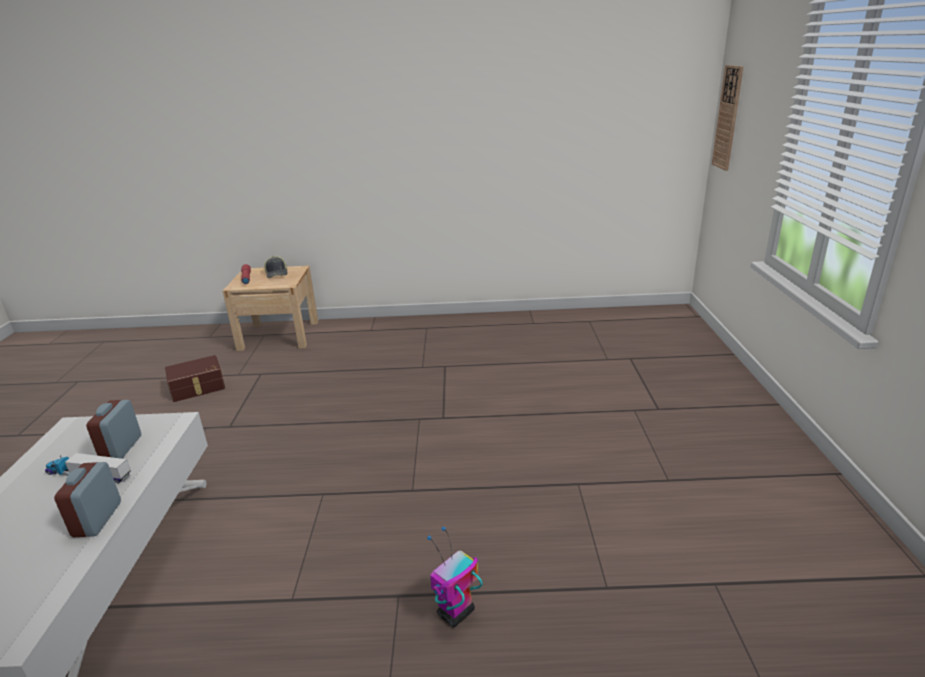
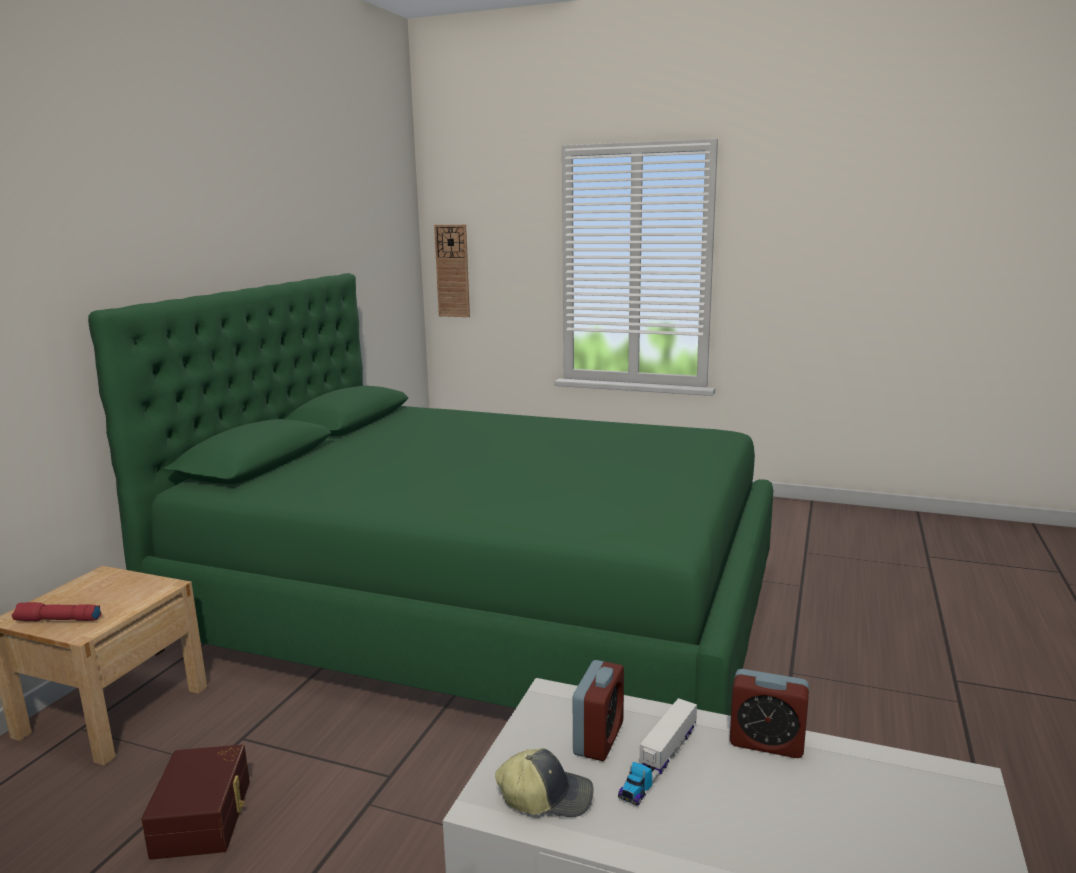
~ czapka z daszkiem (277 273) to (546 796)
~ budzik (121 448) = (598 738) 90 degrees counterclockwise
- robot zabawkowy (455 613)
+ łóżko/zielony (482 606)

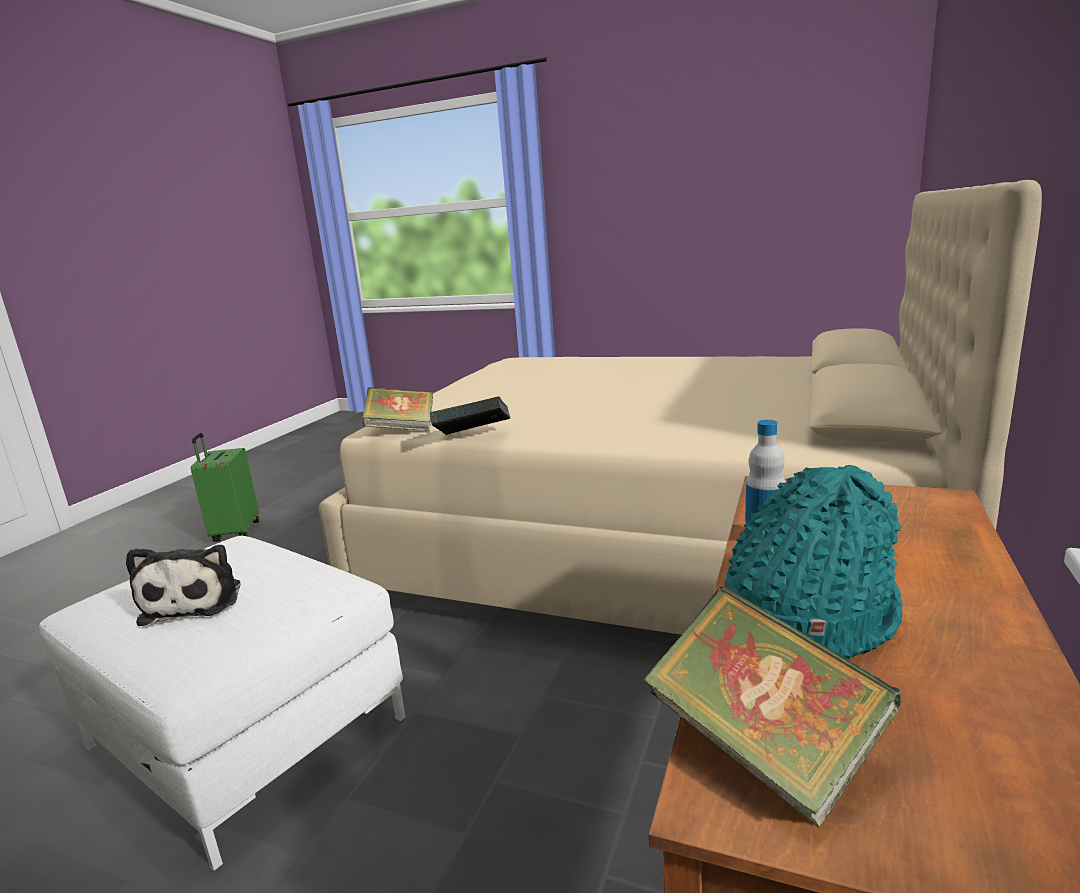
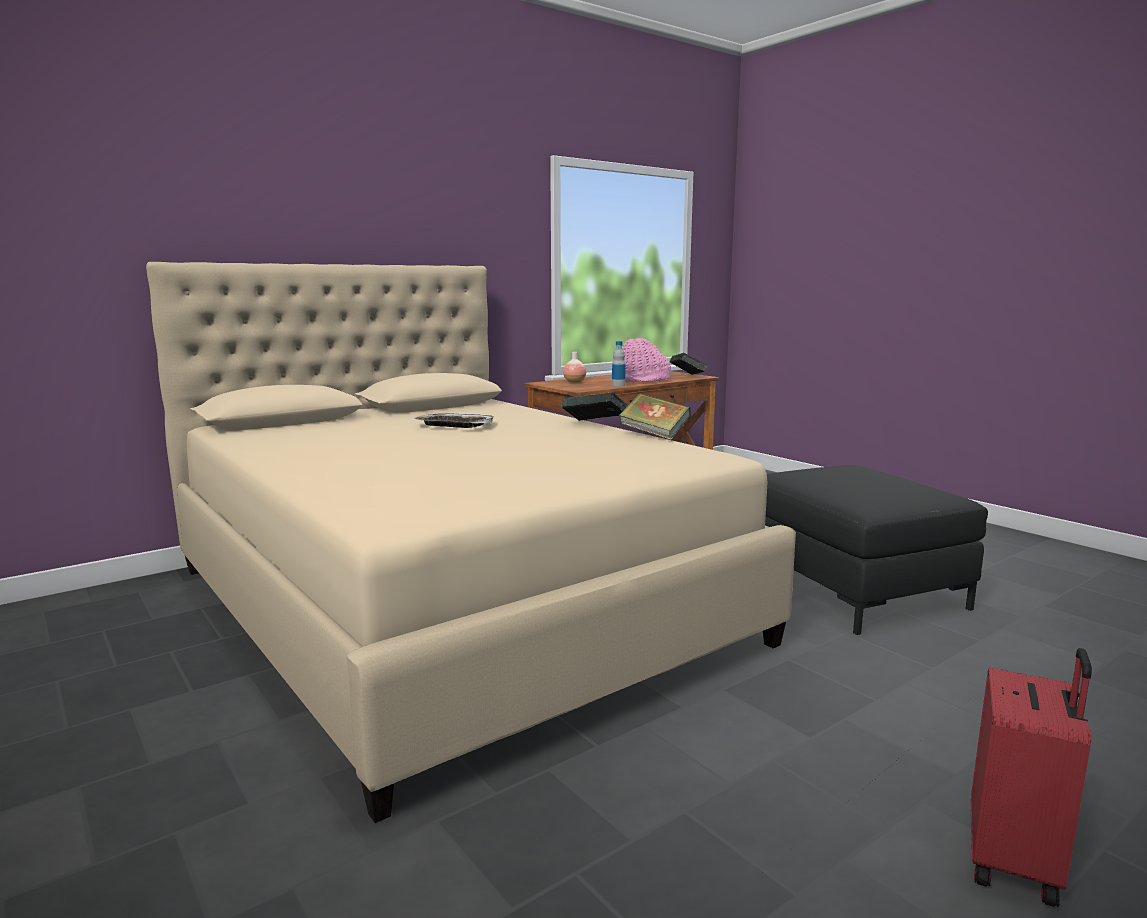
~ książka (402 429) to (595 424)
~ walizka/zielony (235 532) to walizka/czerwony (1015 861)
~ kapelusz/turkusowy (806 613) to kapelusz/różowy (643 380)
~ pufa/biały (244 732) to pufa/czarny (852 588)
- pluszak (195 600)
+ wazon (574 382)
+ taca (454 426)

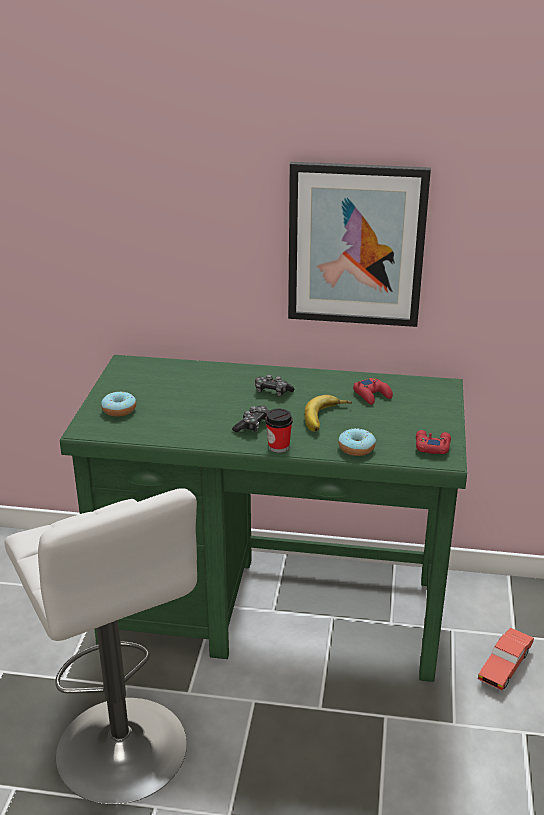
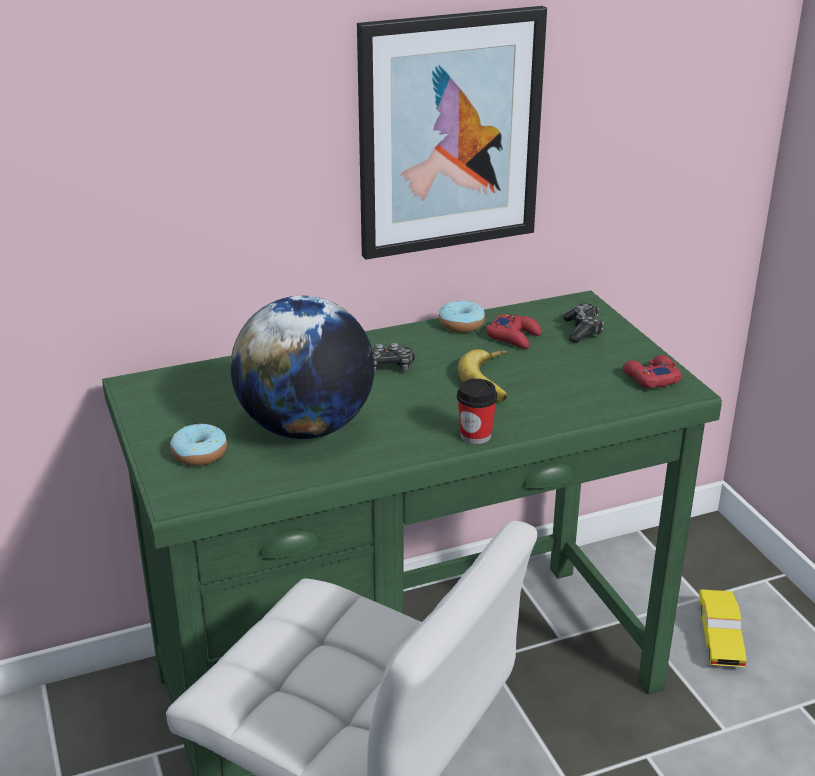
~ pad do gier (253 425) to (582 330)
~ donut (356 448) to (461 324)
~ samochodzik/czerwony (504 665) to samochodzik/żółty (719 637)
+ globus (306 427)

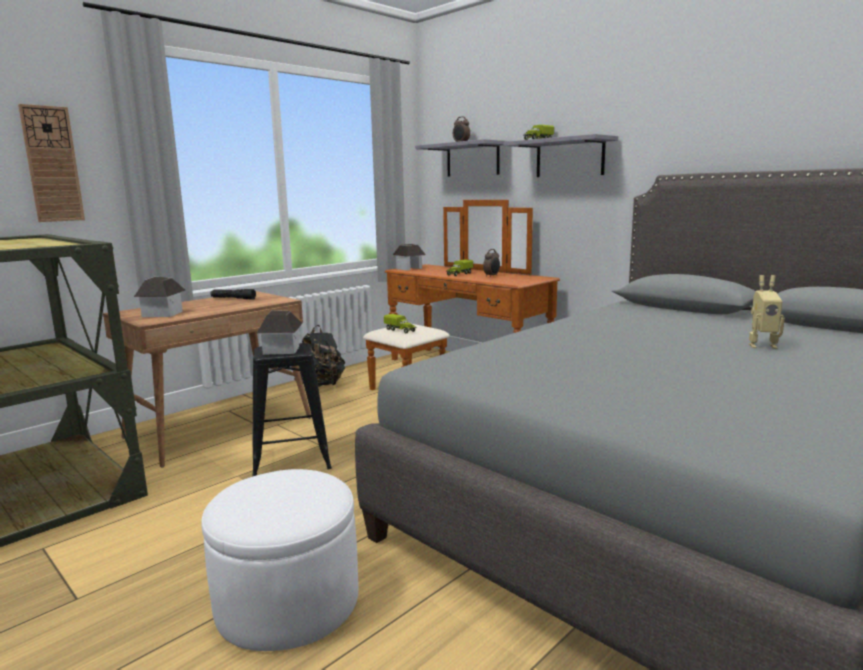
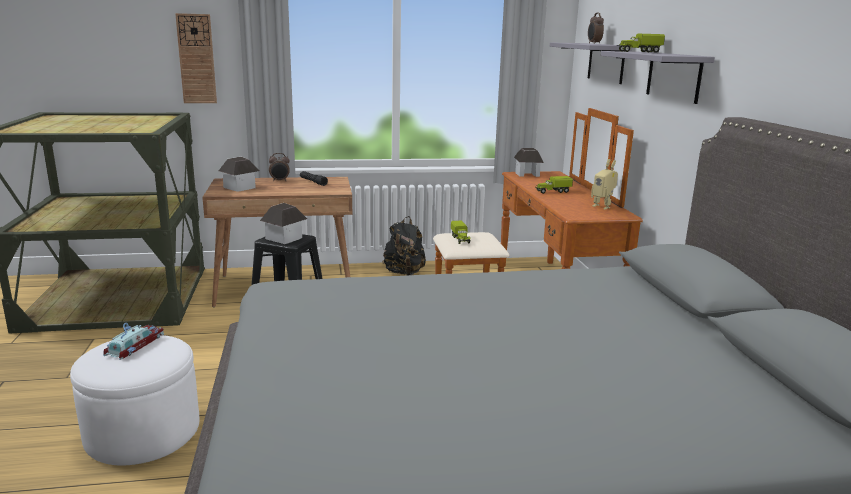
~ budzik (492 276) to (279 181)
~ robot zabawkowy (761 345) to (603 206)
+ samochodzik (133 346)

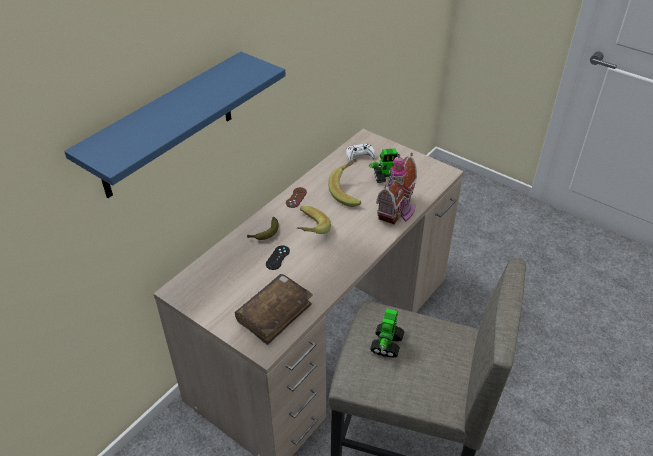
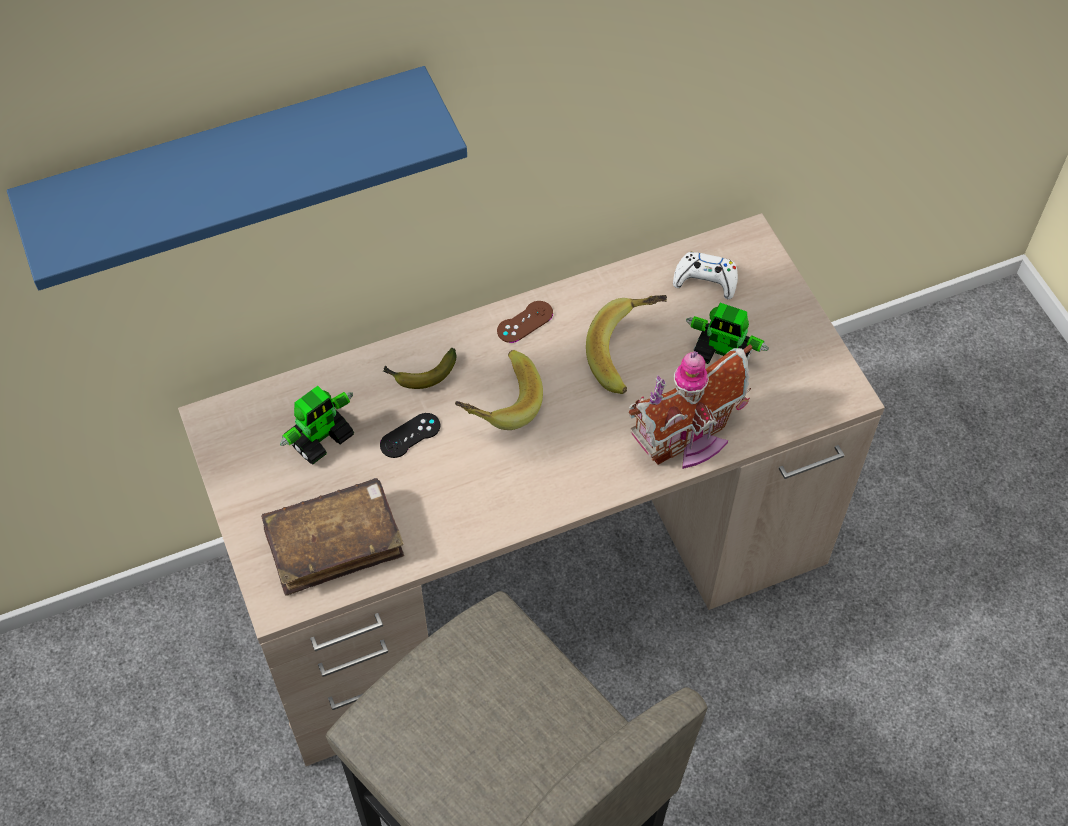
~ robot zabawkowy (387 343) to (321 438)

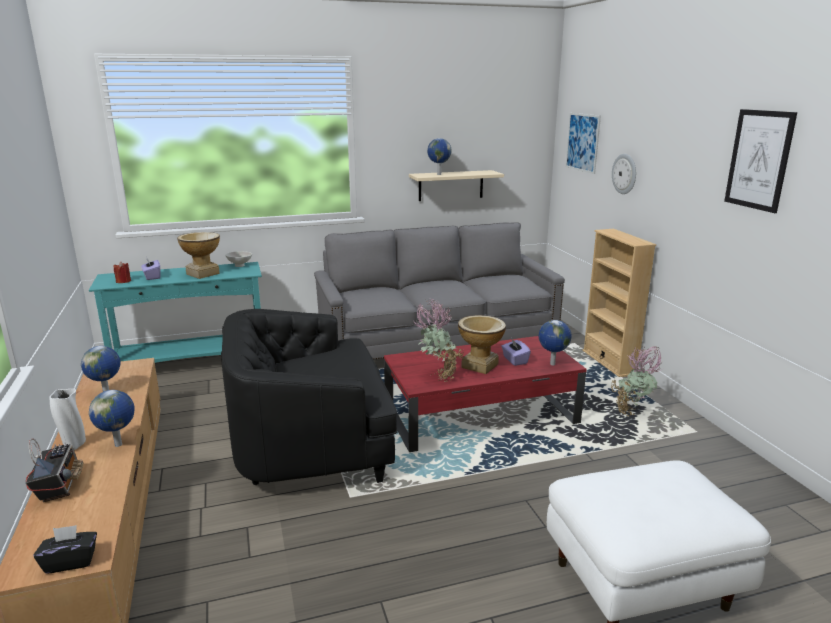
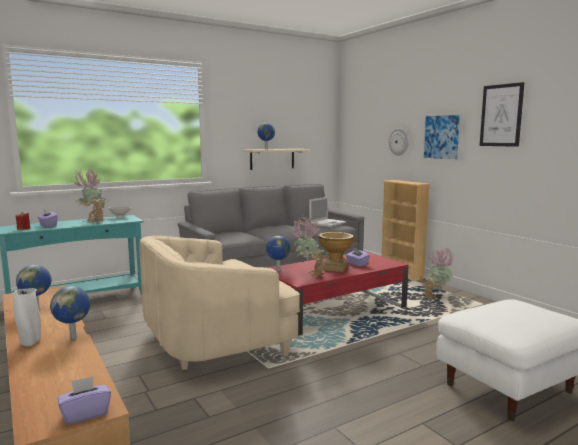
~ obraz (582 142) to (441 137)
~ wazon (203 274) to roślina doniczkowa (92 222)
~ fotel/czarny (311 444) to fotel/beżowy (215 340)
~ globus (552 364) to (277 270)
- radio (59 487)
~ pudełko chusteczek/czarny (70 561) to pudełko chusteczek/fioletowy (85 414)
+ laptop (328 223)

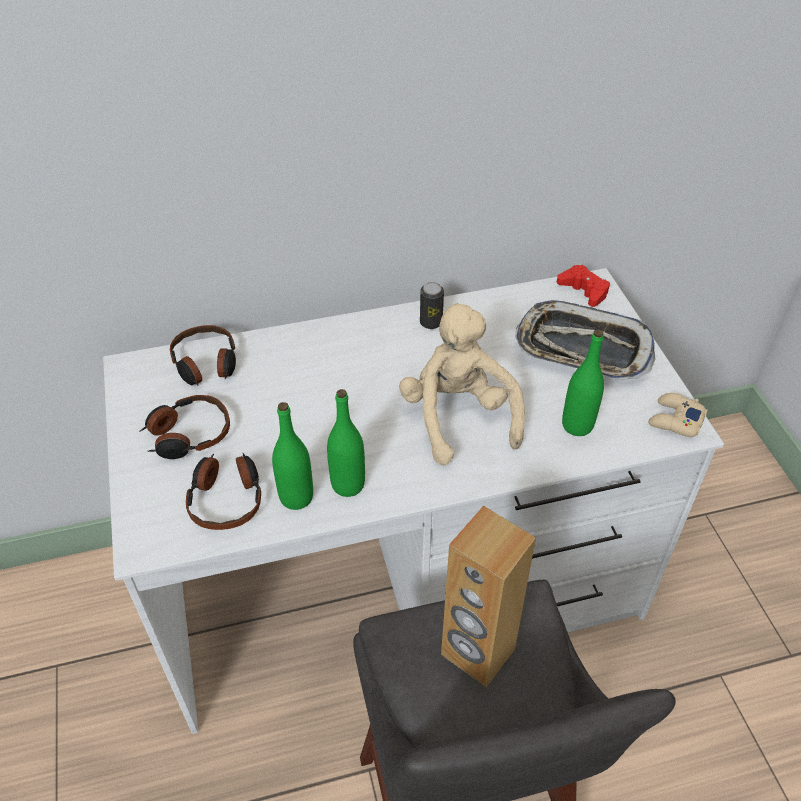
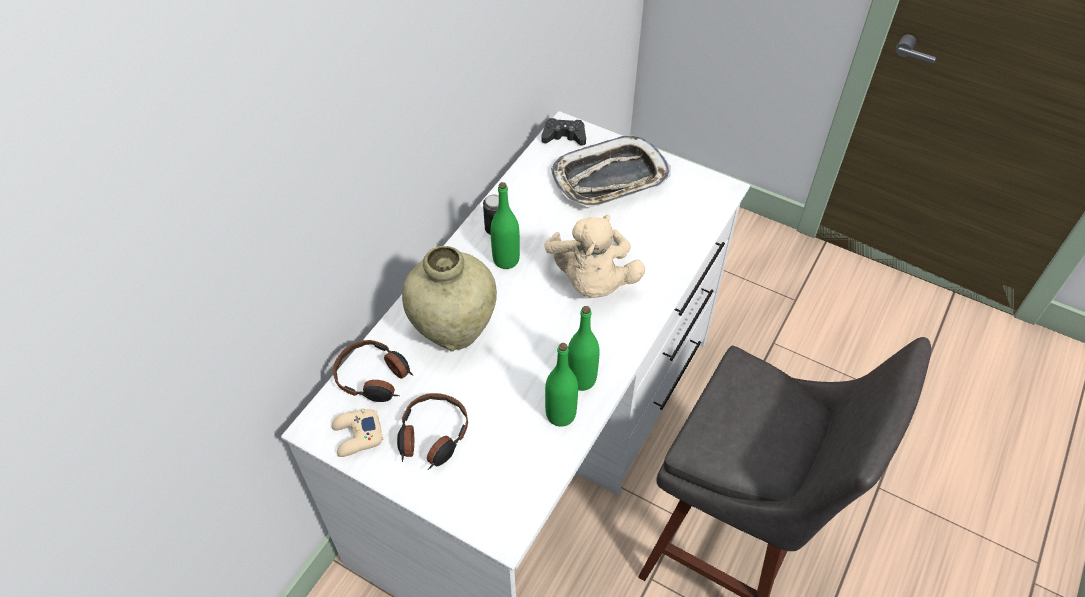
~ pad do gier/czerwony (584 290) to pad do gier/czarny (564 136)
~ pluszak/beżowy (458 417) = (592 281) 120 degrees counterclockwise
~ butelka/zielony (577 425) to (506 260)
~ pad do gier/beżowy (675 420) to (357 436)
- słuchawki (226 498)
- głośnik/brązowy (477 652)
+ wazon/beżowy (454 330)

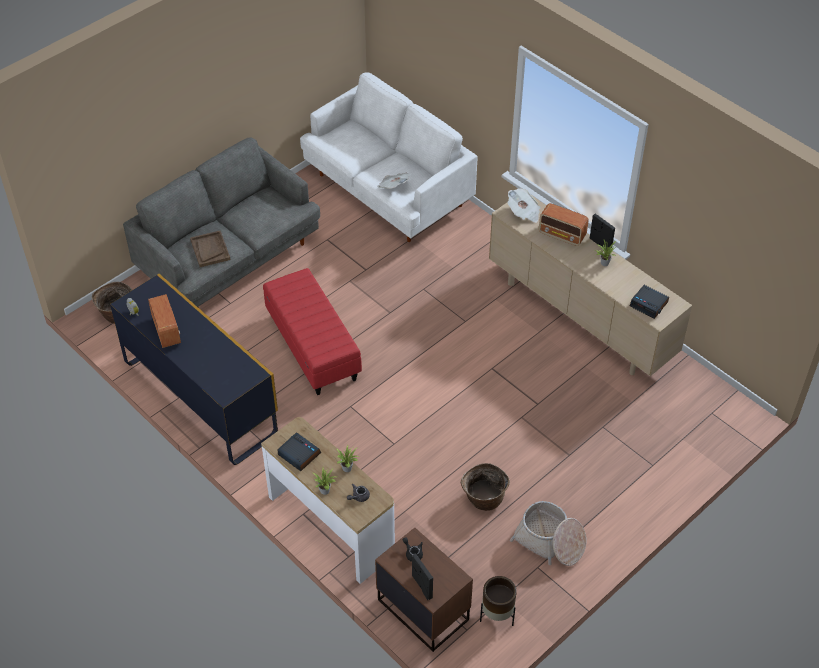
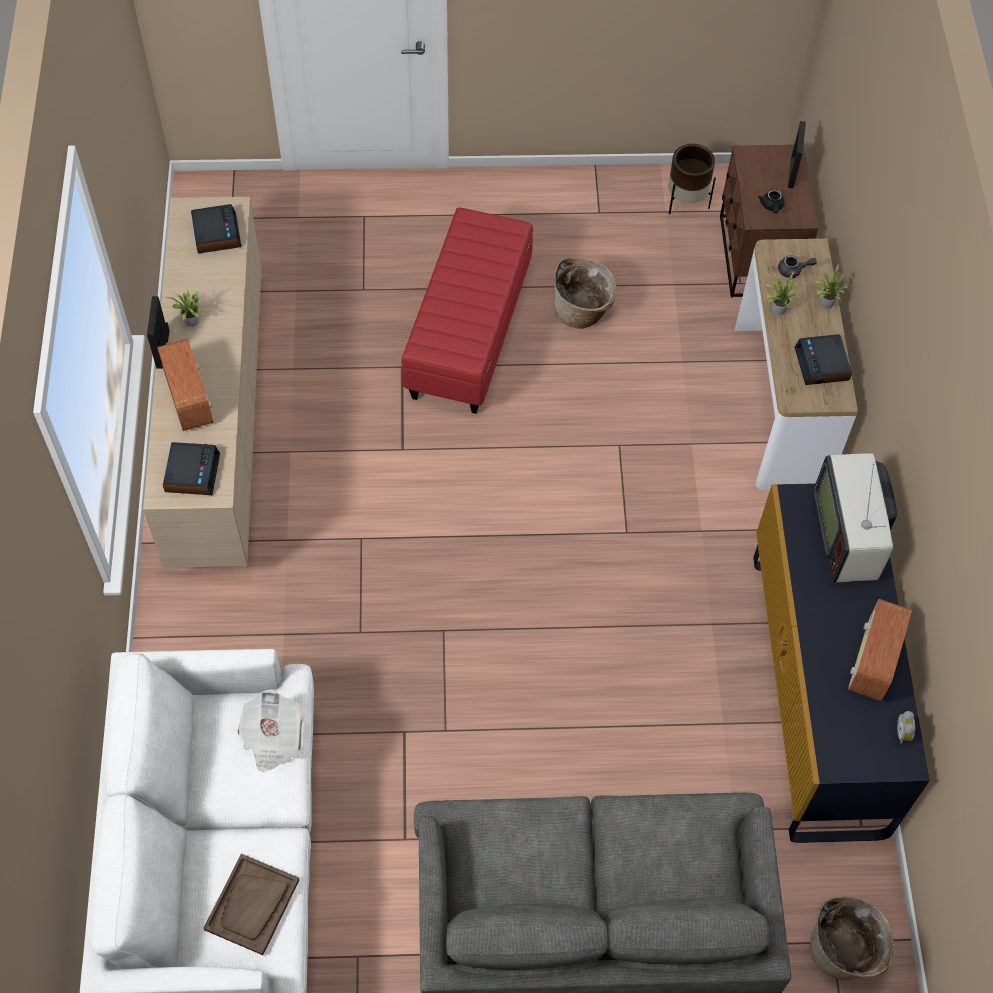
~ gazeta (523 212) to budzik (192 472)
~ taca/brązowy (210 250) to (252 905)
~ pufa/czerwony (312 348) to (470 335)
- koszyk (550 541)
+ telewizor (849 535)

